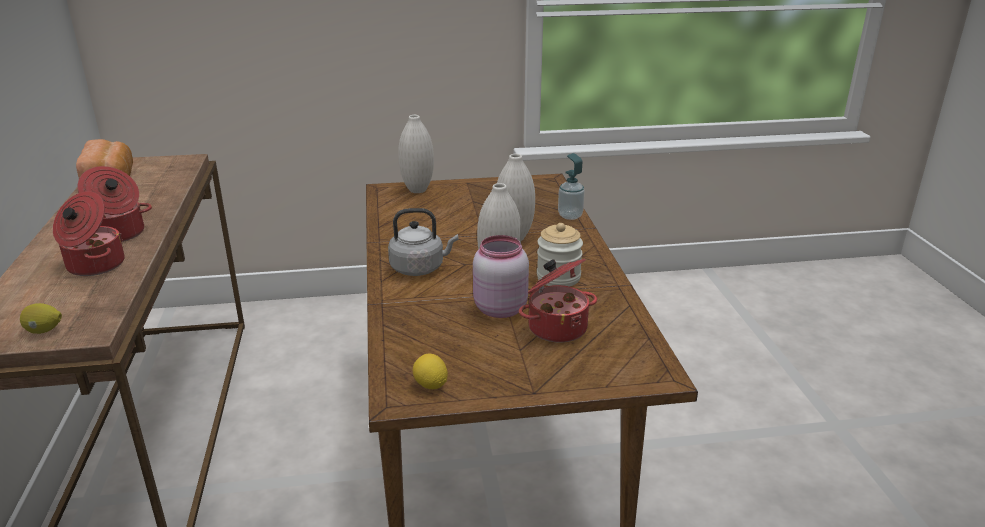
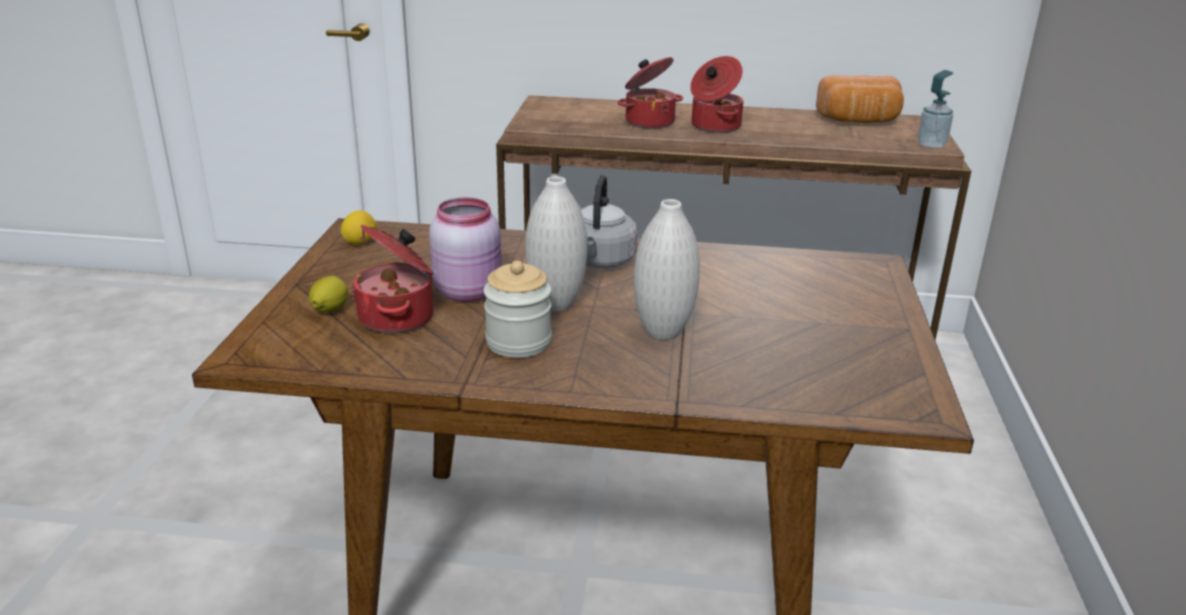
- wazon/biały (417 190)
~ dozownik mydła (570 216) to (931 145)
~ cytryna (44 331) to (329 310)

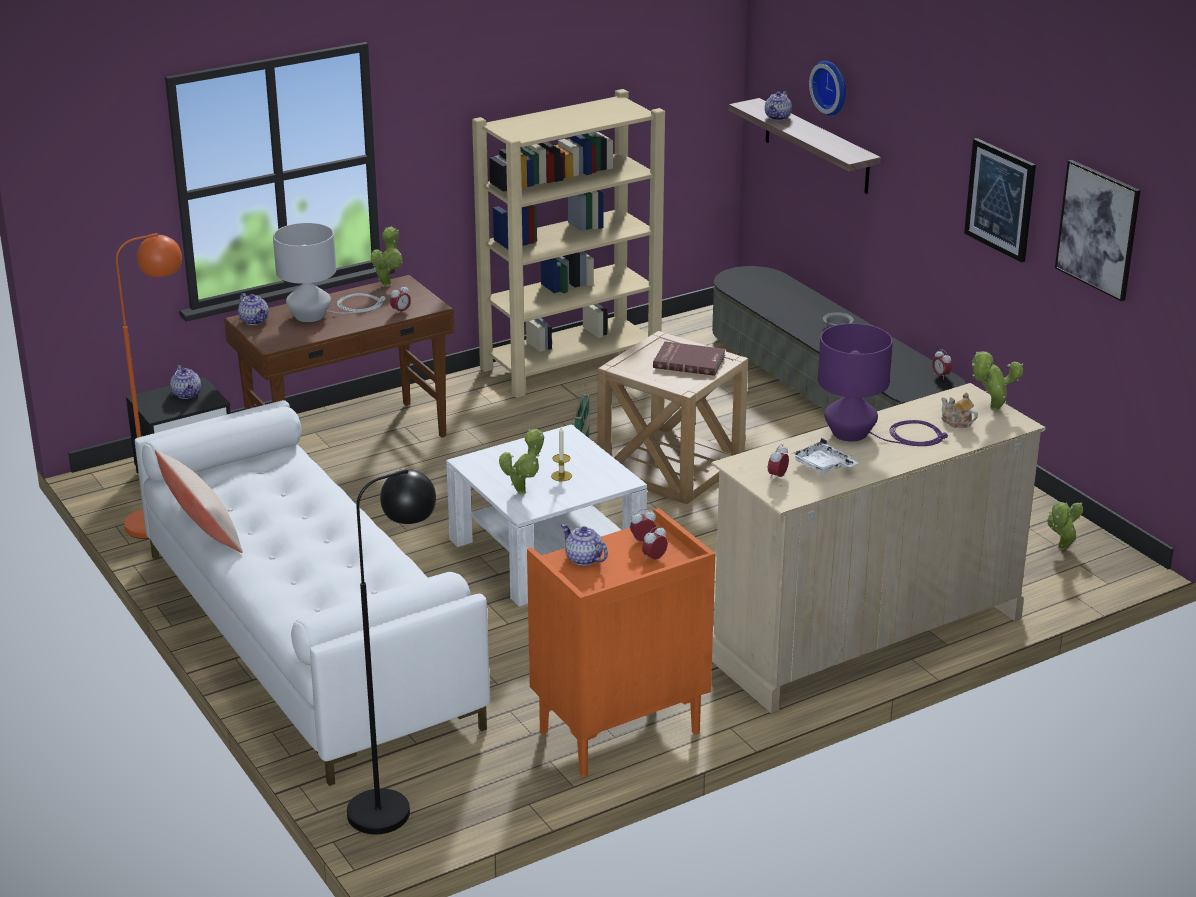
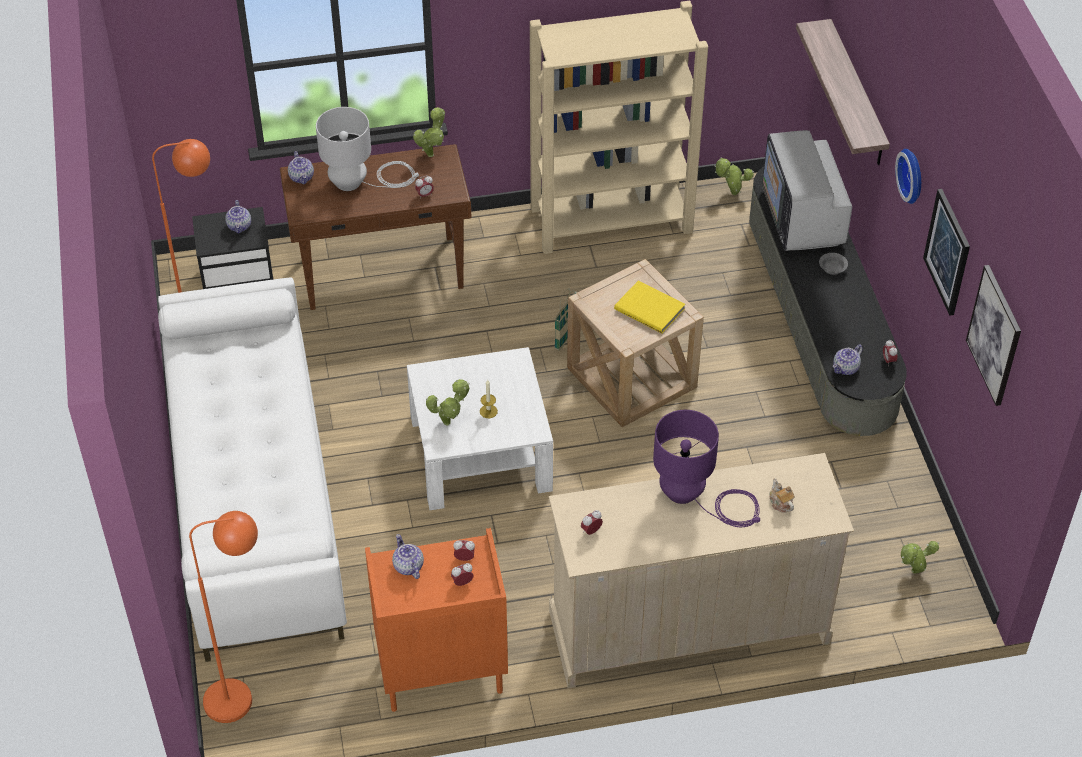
~ zegar ścienny (832 87) to (913 175)
~ imbryk (778 117) to (846 368)
~ książka/czerwony (689 361) to książka/żółty (650 308)
~ roślina doniczkowa (991 409) to (731 193)
- taca/biały (823 466)
- poduszka/beżowy (201 527)
~ lampa stojąca/czarny (396 807) to lampa stojąca/pomarańczowy (243 699)
+ telewizor (802 218)

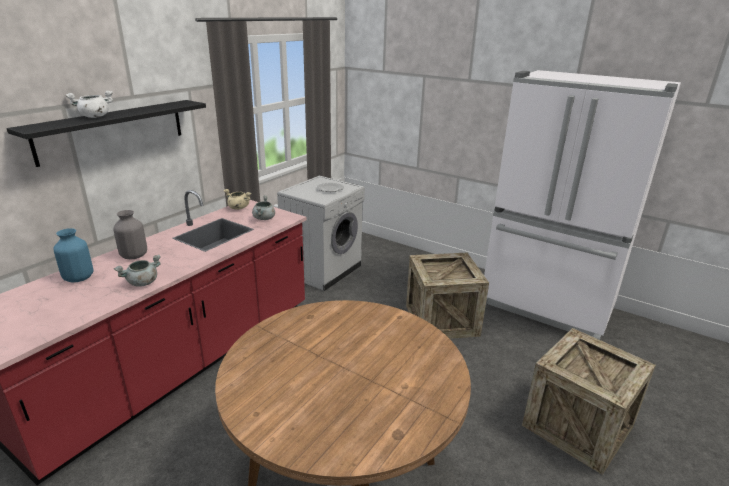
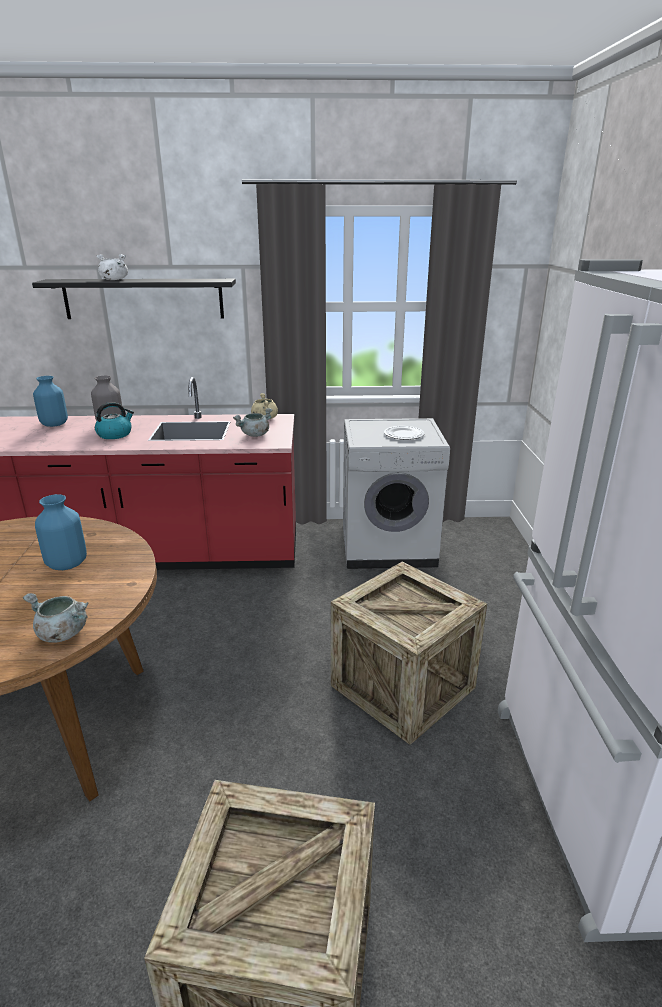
~ garnek/szary (142 283) to (61 633)
+ czajnik (115 434)
+ wazon/niebieski (67 563)

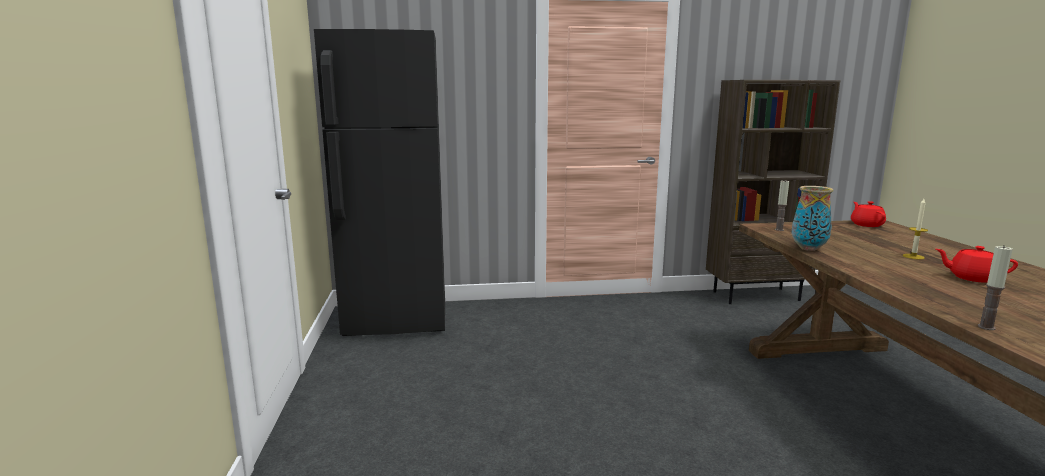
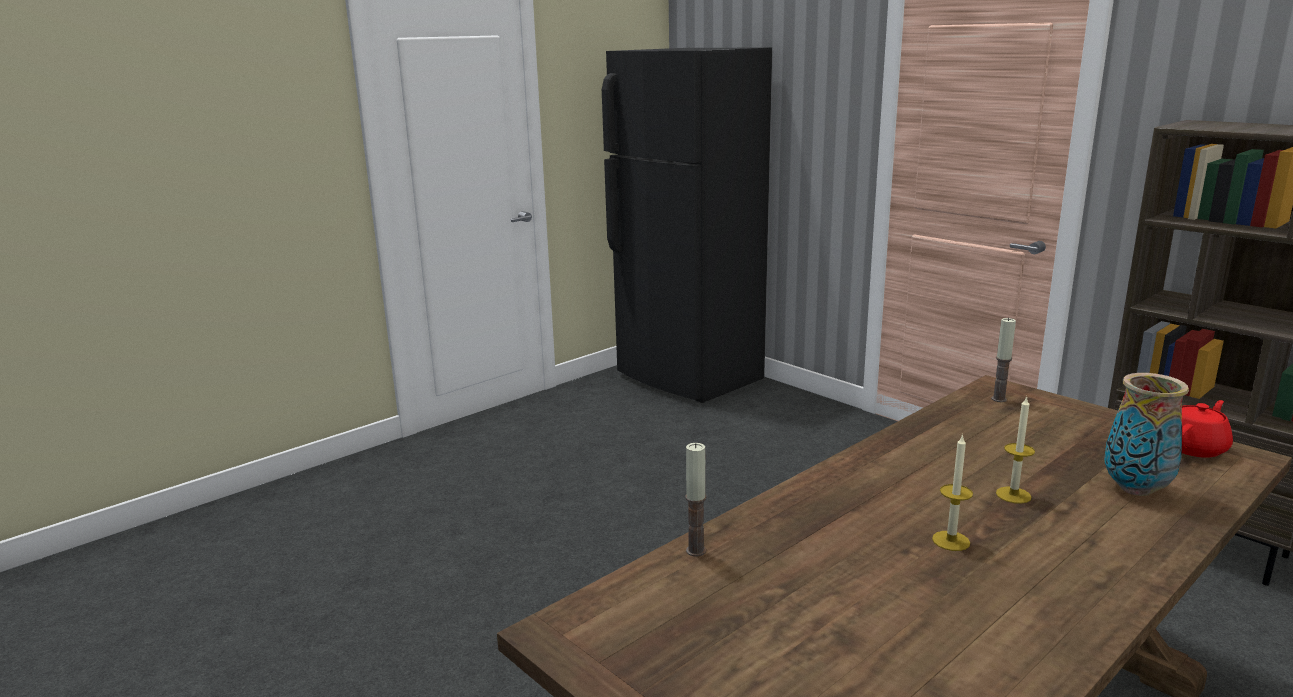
~ wazon (809 248) to (1137 489)
~ imbryk/czerwony (972 278) to świeca (951 541)

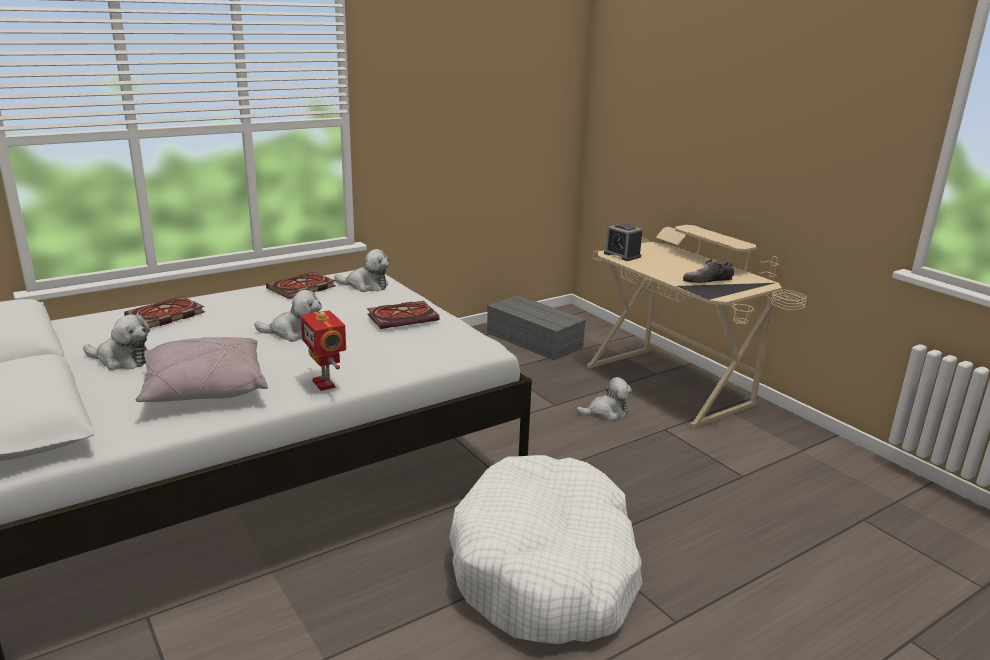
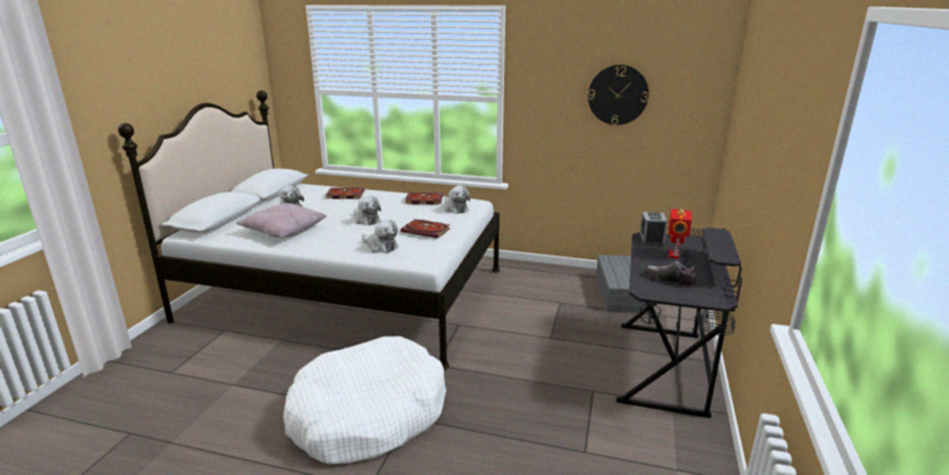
~ biurko/beżowy (672 384) to biurko/czarny (666 367)
~ robot zabawkowy (325 384) to (674 255)
~ pluszak (606 412) to (381 246)
+ zegar ścienny (617 95)

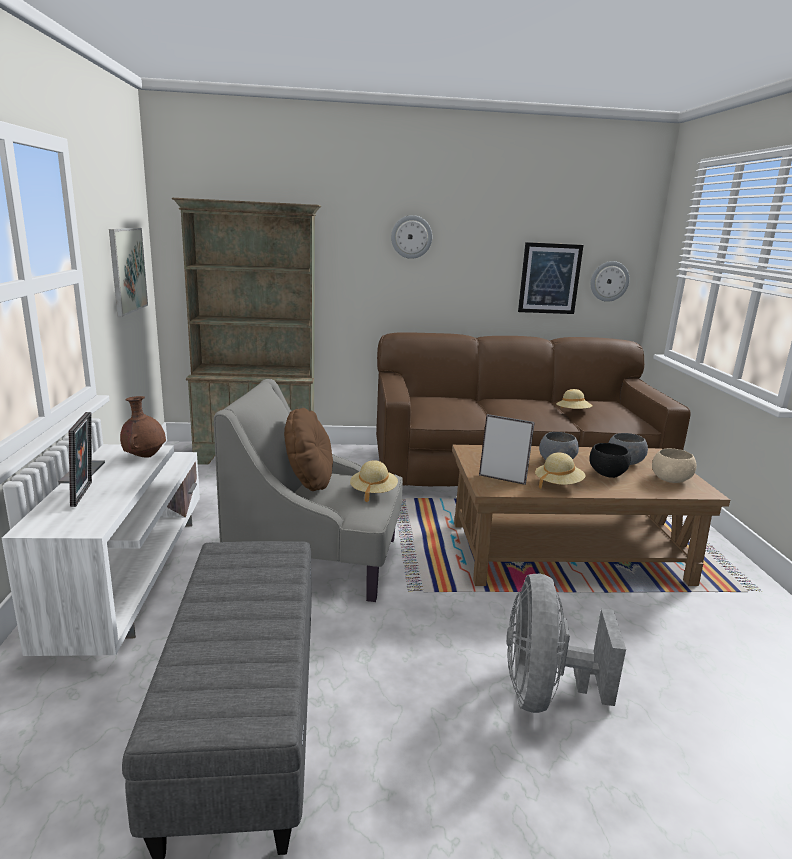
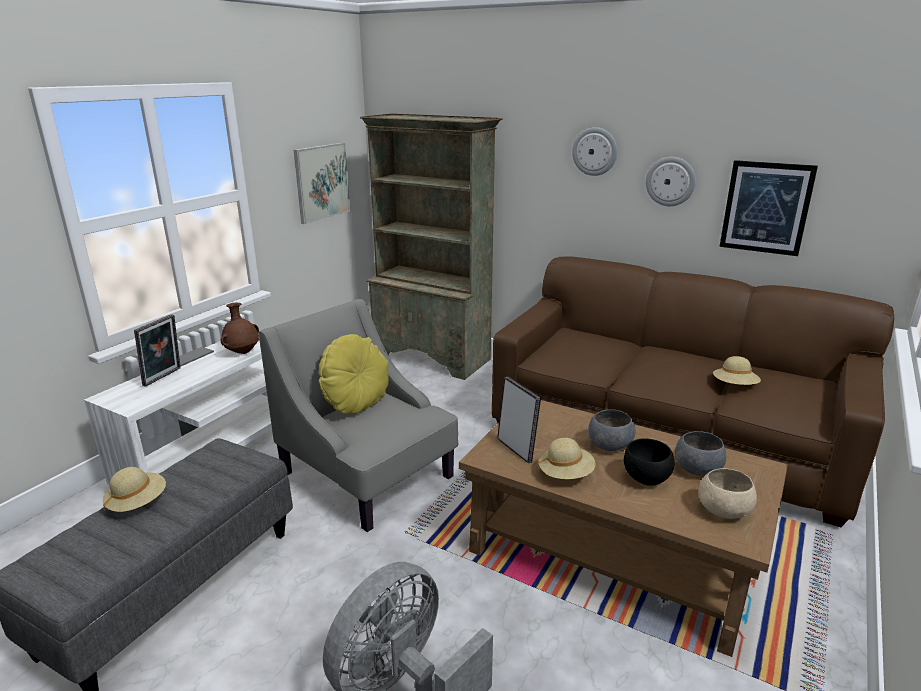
~ zegar ścienny (609 281) to (670 181)
~ poduszka/brązowy (309 484) to poduszka/żółty (356 405)
~ kapelusz/beżowy (373 492) to (137 503)

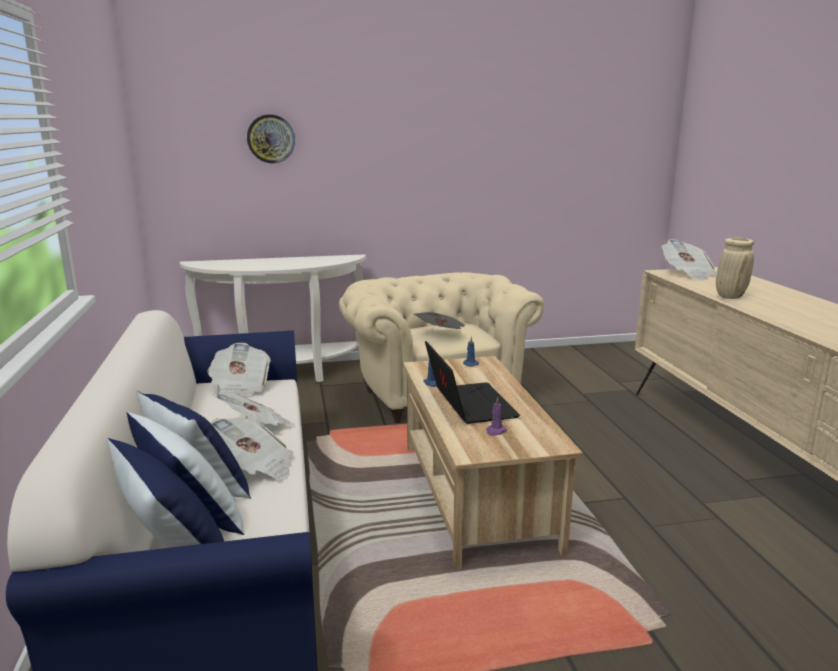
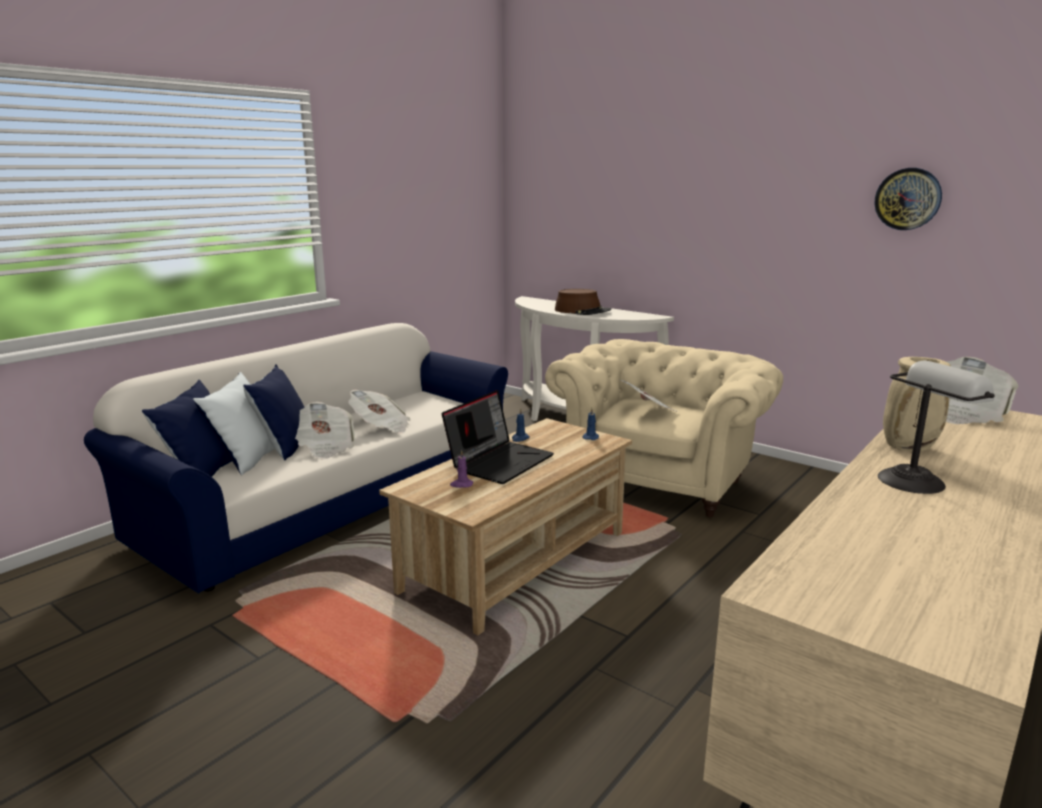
~ zegar ścienny (271 139) to (908 199)
- gazeta (240 387)
+ kapelusz/brązowy (582 311)
+ lampa stołowa (918 478)

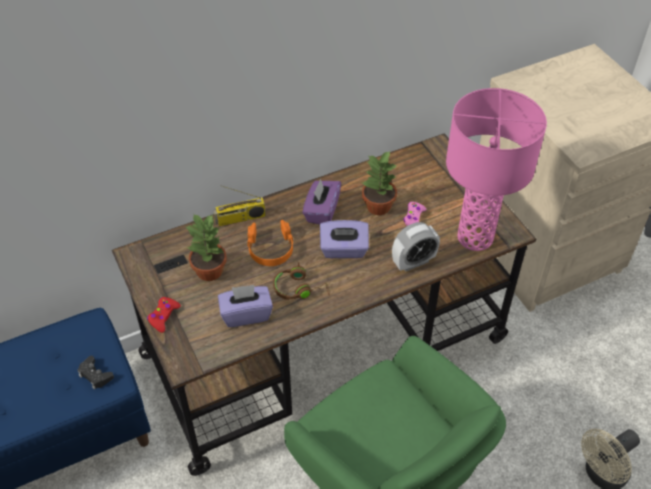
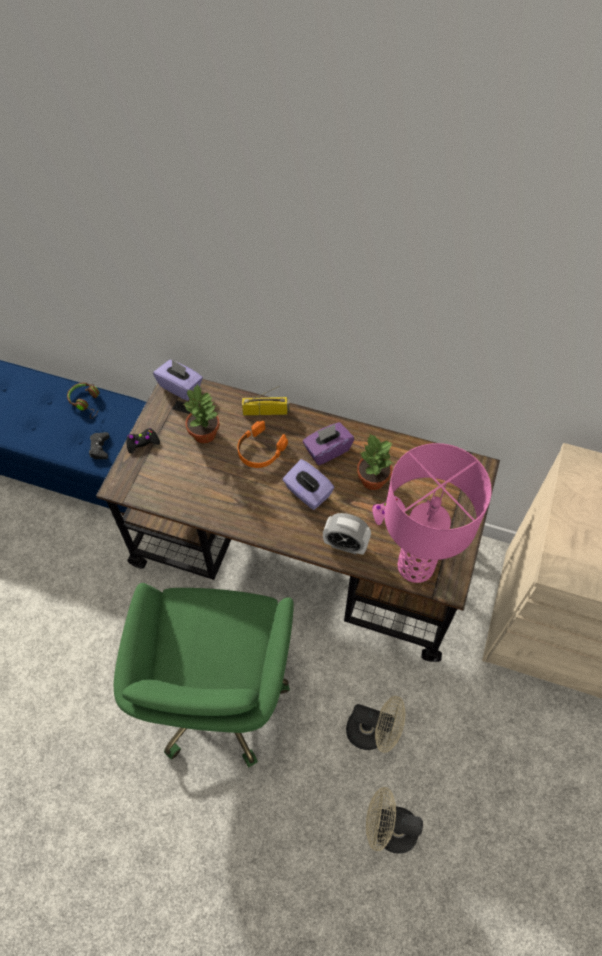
~ radio (240 219) = (266 410) 150 degrees clockwise
~ słuchawki/brązowy (300 289) to (87 402)
~ pudełko chusteczek/fioletowy (246 314) to (180 387)
~ pad do gier/czerwony (163 316) to pad do gier/czarny (142 443)
+ wentylator/beżowy (373 731)

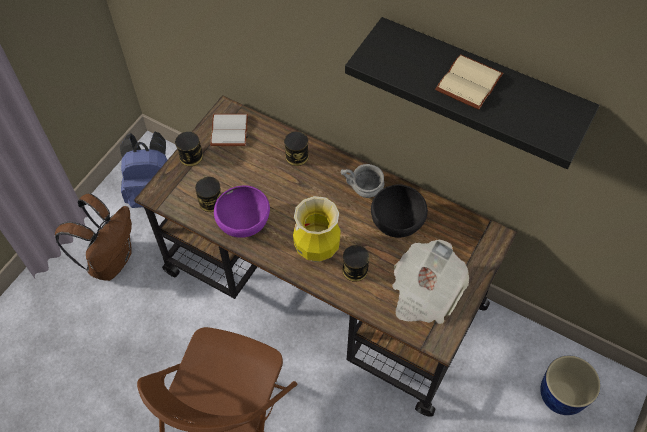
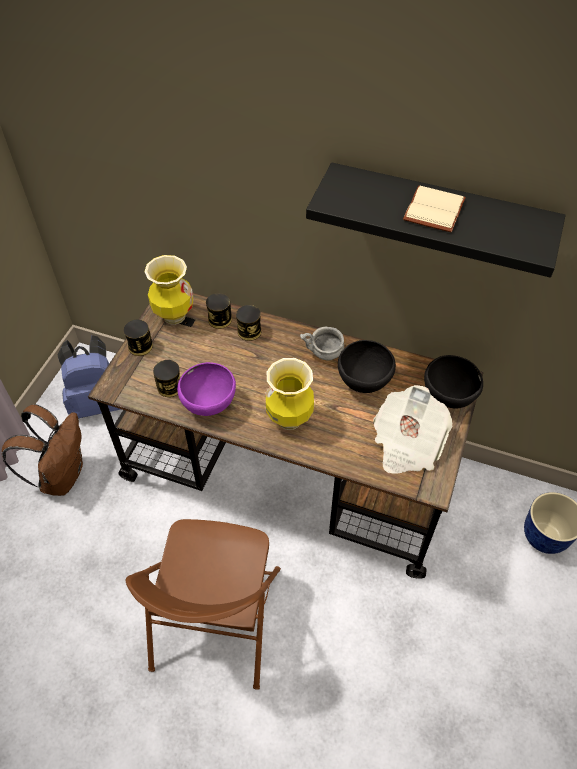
~ książka/biały (228 130) to wazon (174 316)
~ puszka (355 270) to (220 319)
+ miska/czarny (447 397)

